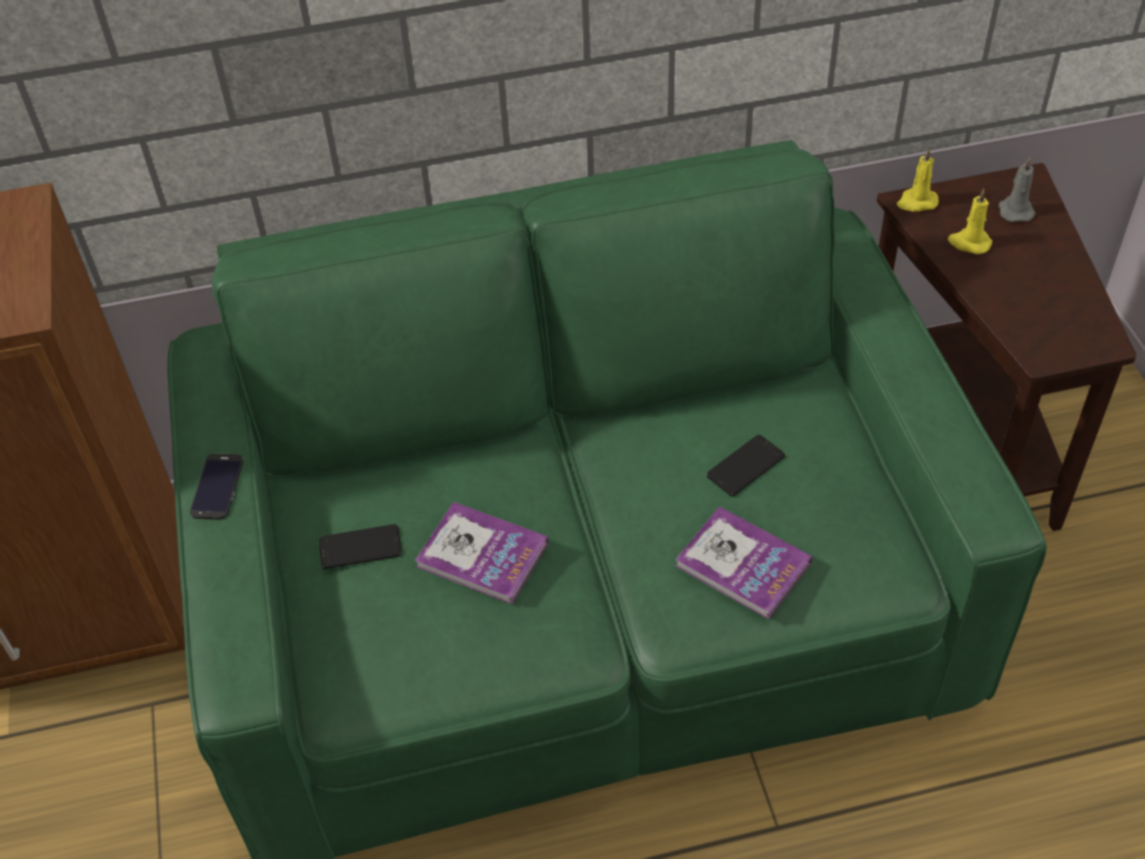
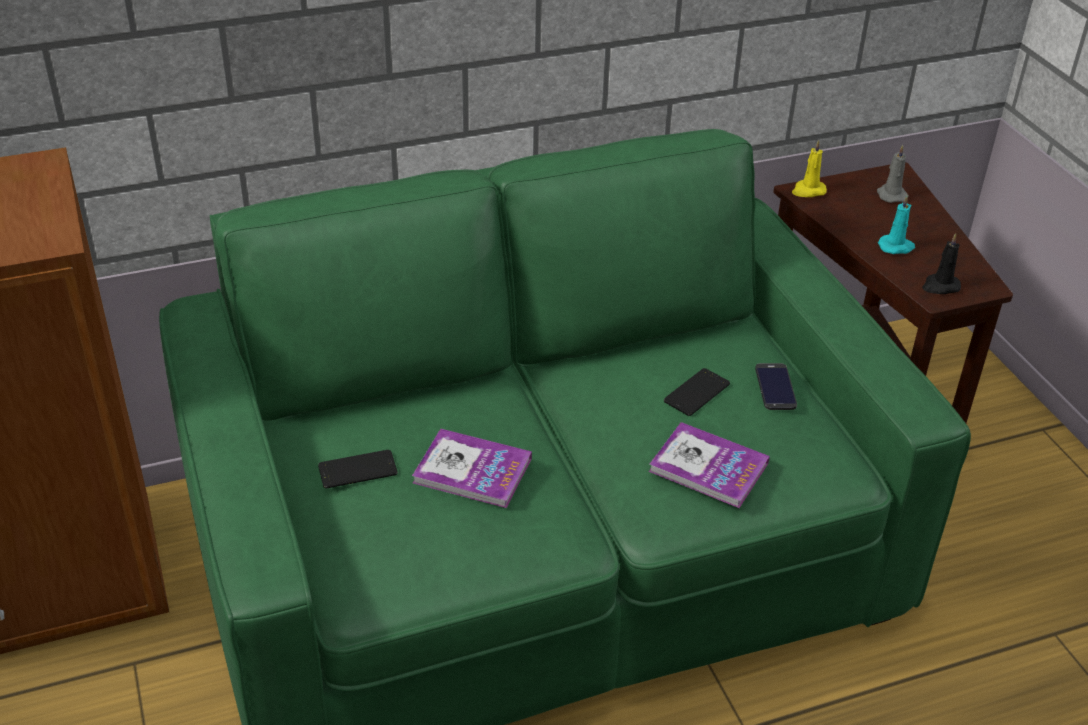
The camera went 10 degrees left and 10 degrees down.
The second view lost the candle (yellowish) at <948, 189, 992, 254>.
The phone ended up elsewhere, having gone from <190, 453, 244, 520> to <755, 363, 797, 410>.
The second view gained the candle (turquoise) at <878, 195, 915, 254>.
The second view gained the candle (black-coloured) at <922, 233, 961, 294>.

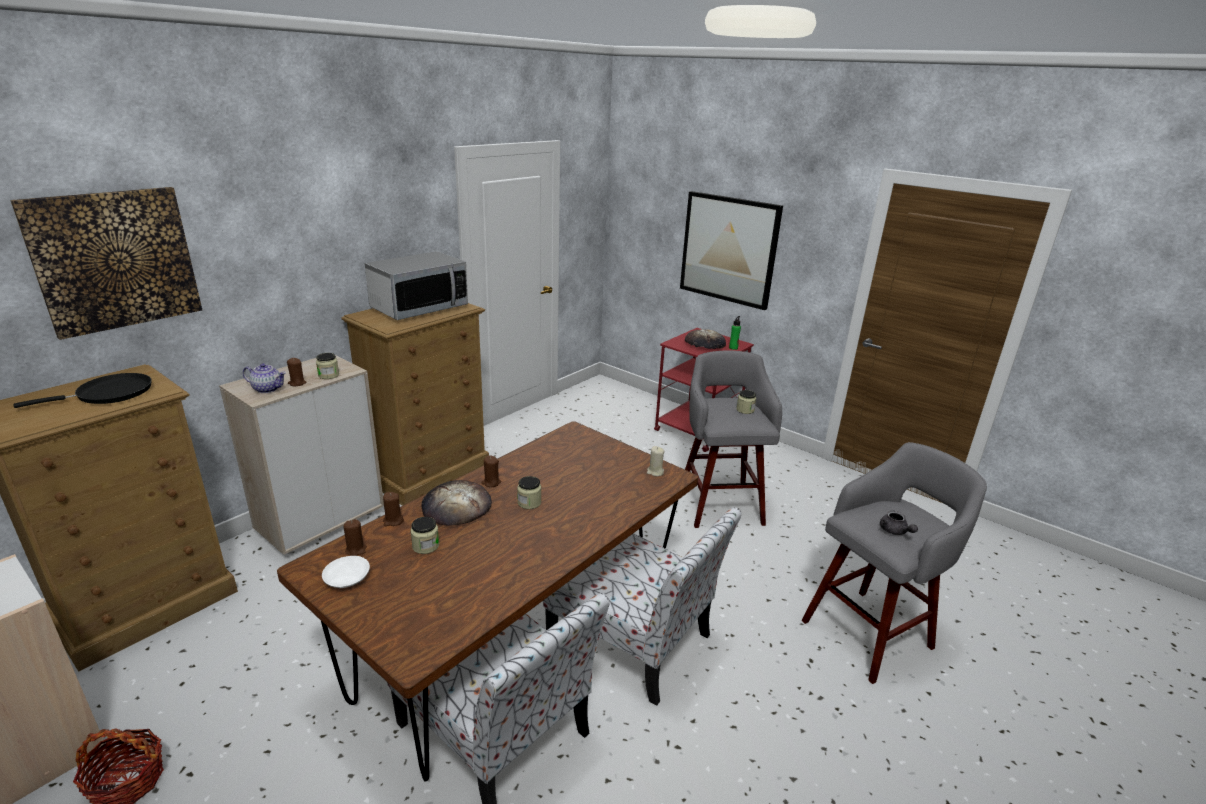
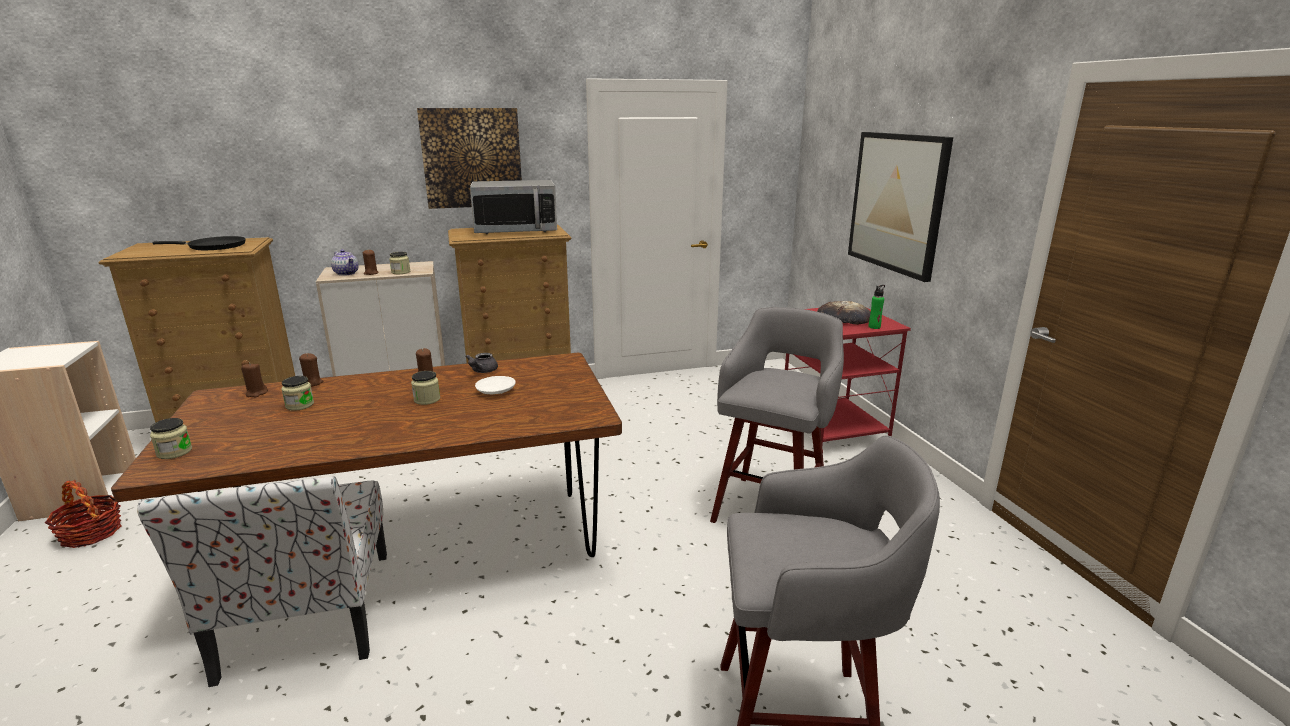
The camera went 35 degrees right and 5 degrees down.
The wall art ended up elsewhere, having gone from <10, 187, 202, 340> to <417, 108, 522, 209>.
The preserve jar ended up elsewhere, having gone from <736, 390, 756, 414> to <150, 418, 192, 459>.
The second view lost the candle (sand-coloured) at <647, 446, 665, 476>.
The second view lost the bakery bread at <421, 480, 492, 526>.
The second view lost the upright chair at <543, 507, 742, 706>.
The teapot (grey) ended up elsewhere, having gone from <880, 511, 918, 535> to <465, 353, 498, 373>.
The dinner plate (whitish) ended up elsewhere, having gone from <322, 556, 370, 588> to <475, 376, 516, 395>.

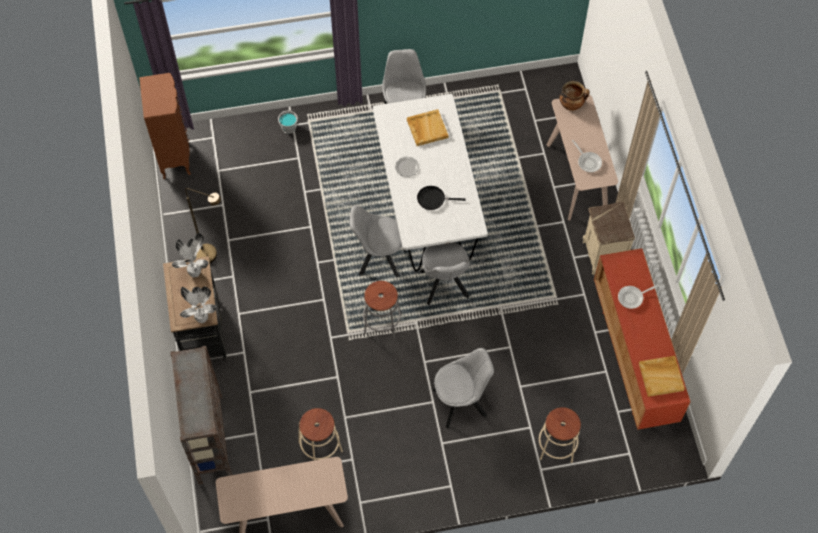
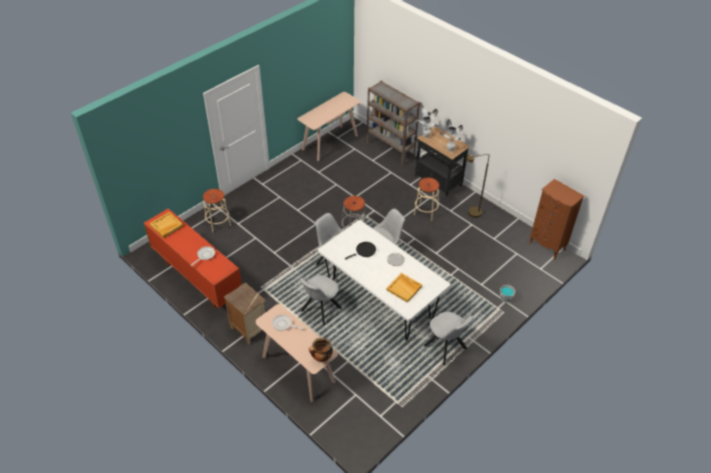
The camera went 145 degrees right and 15 degrees down.
The upright chair (grey) ended up elsewhere, having gone from <433, 348, 494, 428> to <300, 275, 342, 326>.
The stool (sand-coloured) ended up elsewhere, having gone from <298, 408, 343, 461> to <414, 178, 439, 220>.

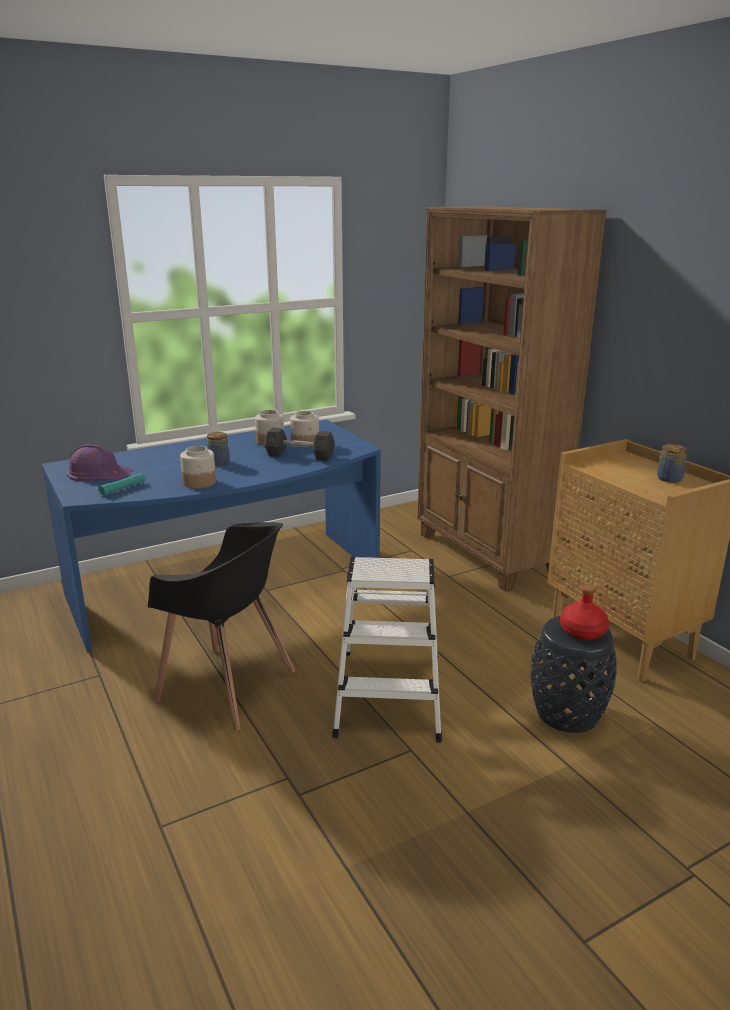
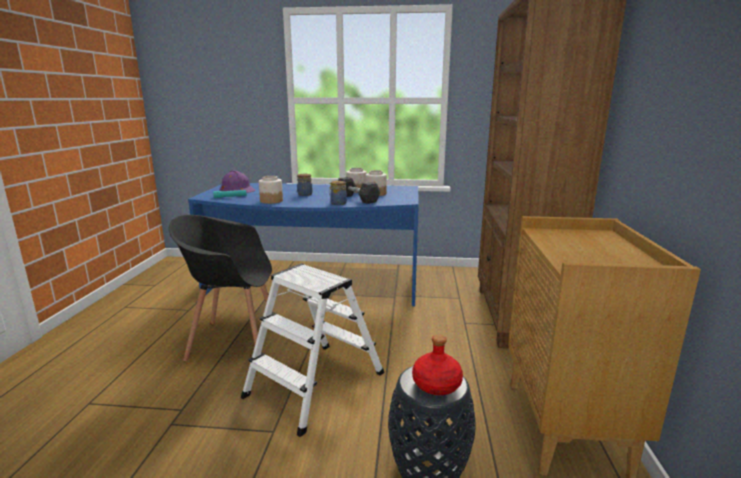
The camera went 35 degrees right and 5 degrees down.
The preserve jar ended up elsewhere, having gone from <657, 444, 687, 483> to <329, 181, 347, 205>.
The upright chair (black-coloured) at <148, 522, 295, 731> ended up facing another way, 120 degrees clockwise from before.

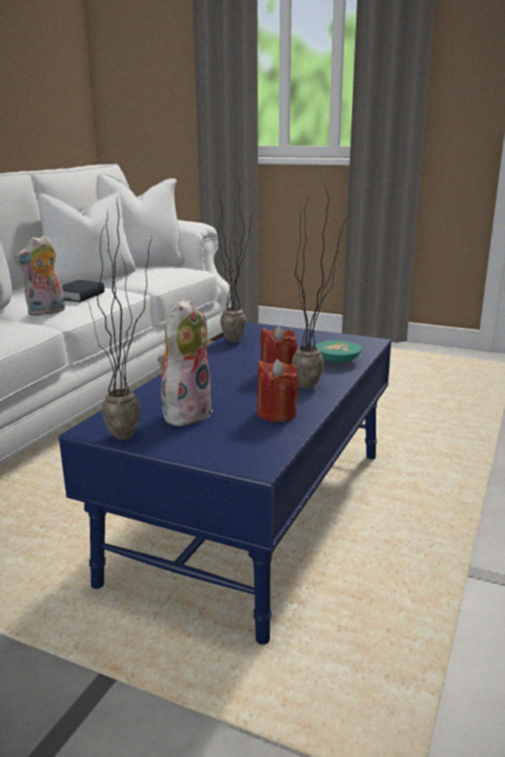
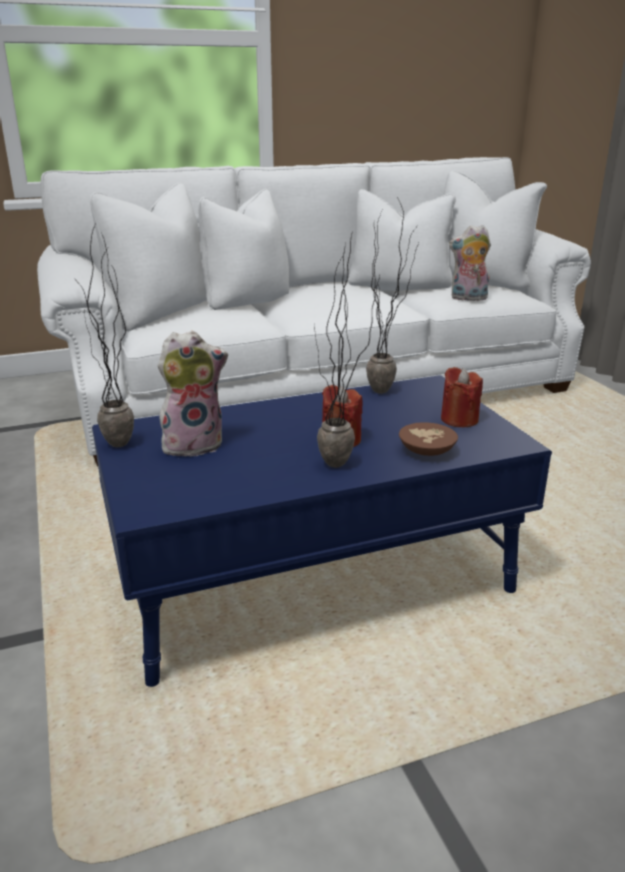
The camera went 45 degrees right and 5 degrees up.
The soft toy ended up elsewhere, having gone from <14, 235, 65, 316> to <449, 225, 491, 301>.
The second view lost the bound book at <62, 280, 105, 302>.
What was the deep dish (turquoise) at <315, 340, 362, 363> turned into the deep dish (brown-coloured) at <399, 422, 458, 456>.
The candle (red) ended up elsewhere, having gone from <257, 359, 299, 422> to <441, 367, 483, 427>.

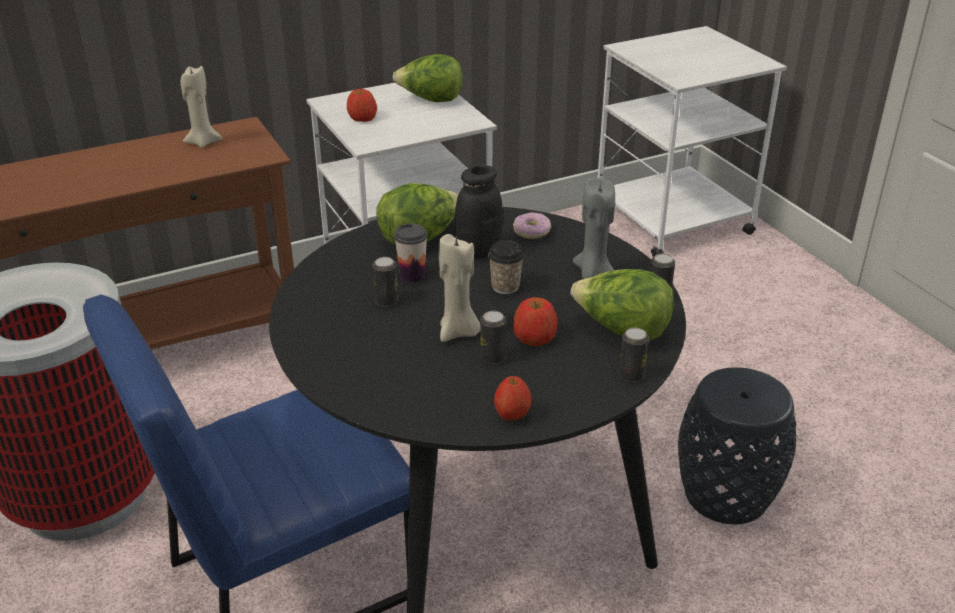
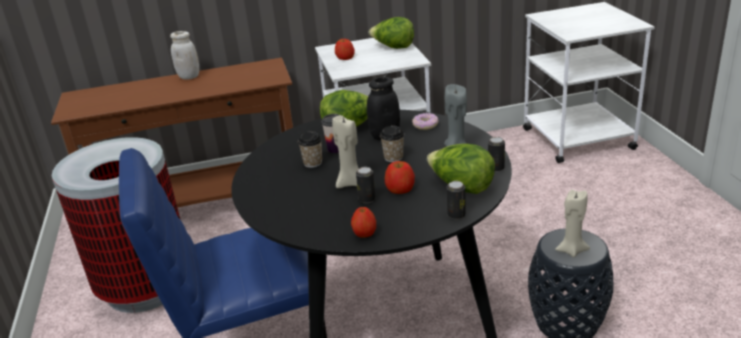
The camera went 15 degrees right and 5 degrees down.
The candle (sand-coloured) ended up elsewhere, having gone from <181, 66, 223, 148> to <555, 190, 590, 257>.
Where the metal can stood at <373, 257, 398, 306>, the cup came to stand at <298, 131, 322, 168>.
The second view gained the preserve jar (whitish) at <170, 31, 199, 80>.

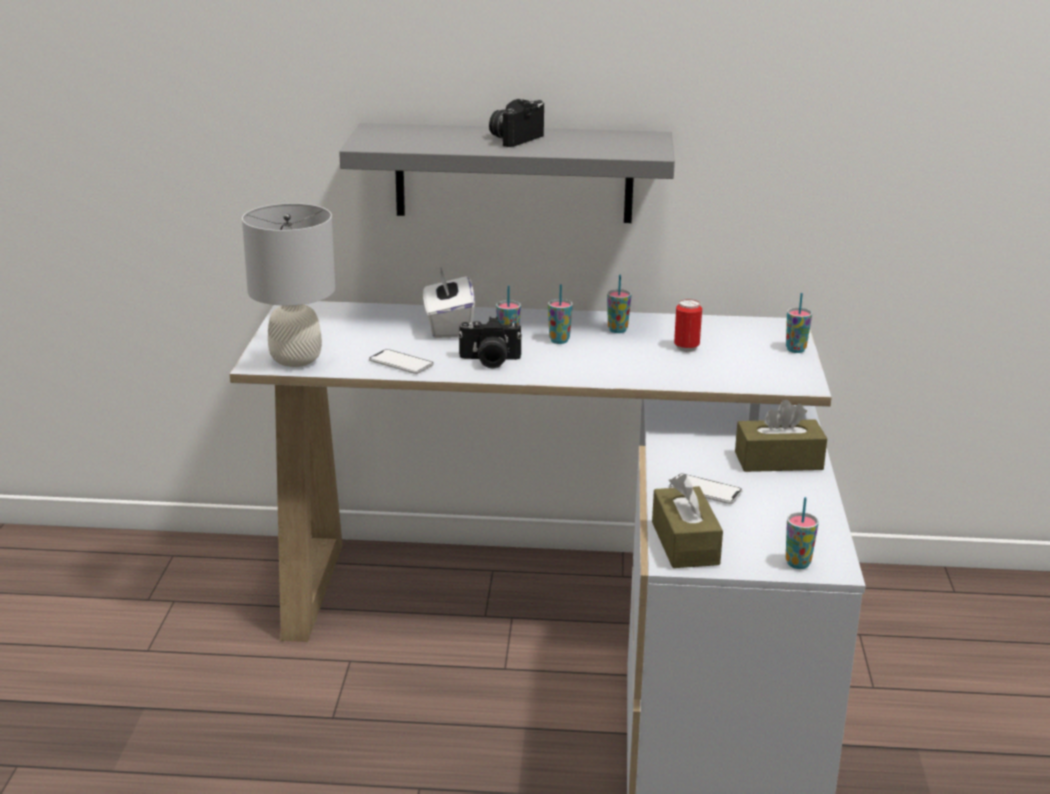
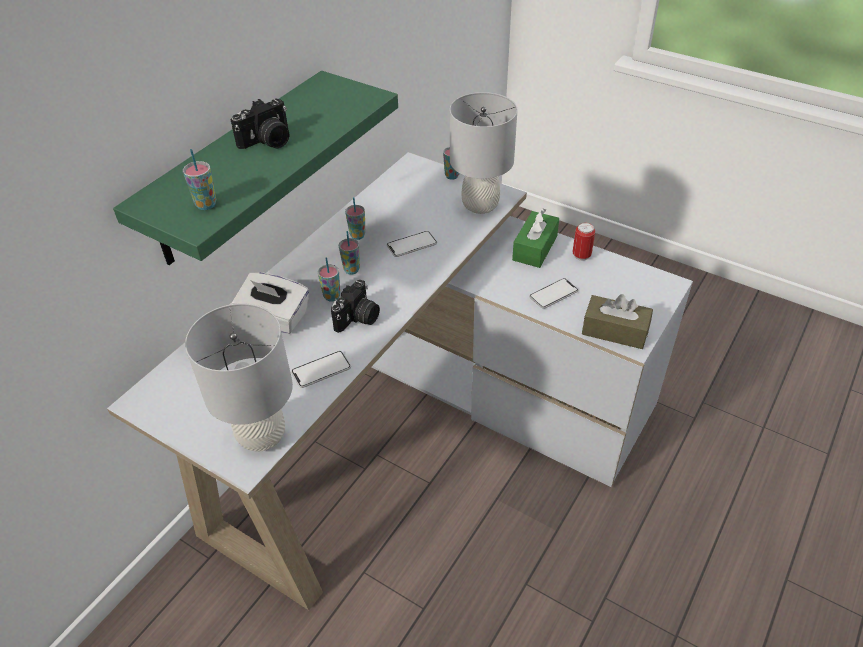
The camera went 60 degrees left and 20 degrees up.
The photo camera at <489, 99, 544, 147> ended up facing another way, 105 degrees counterclockwise from before.
What was the shelf (grey) at <339, 123, 675, 223> turned into the shelf (greenish) at <113, 71, 398, 265>.
The metal can ended up elsewhere, having gone from <674, 299, 702, 352> to <572, 223, 595, 261>.
What was the box of tissues (brown-coloured) at <735, 400, 827, 472> turned into the box of tissues (greenish) at <512, 208, 559, 268>.
The cup ended up elsewhere, having gone from <786, 497, 819, 569> to <183, 149, 216, 210>.
The second view gained the tabletop lamp (grey) at <450, 92, 517, 214>.
The second view gained the phone at <387, 231, 437, 257>.

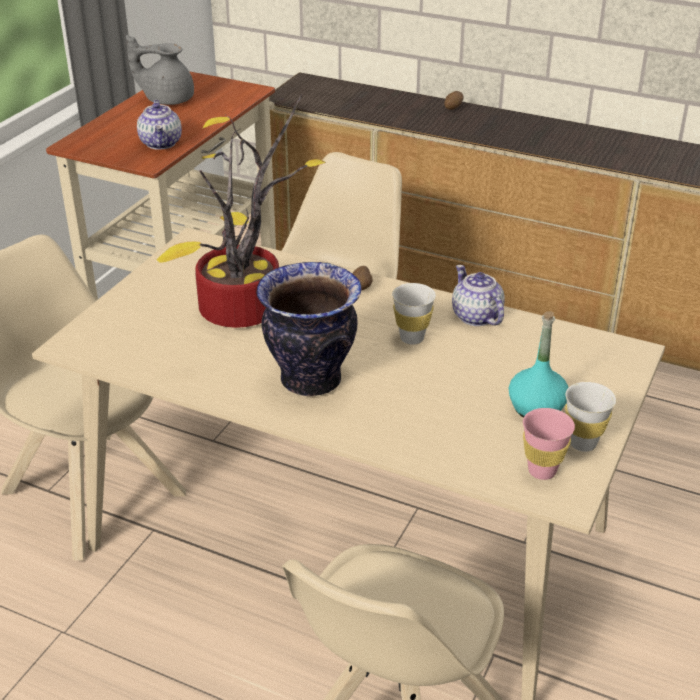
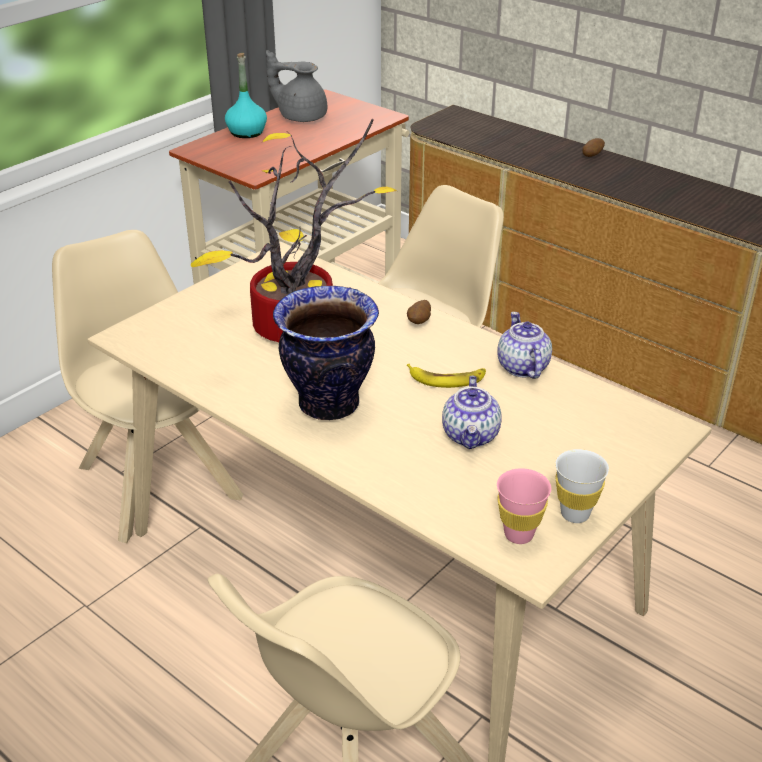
The camera went 15 degrees right and 0 degrees up.
The teapot ended up elsewhere, having gone from <137, 100, 182, 149> to <442, 376, 502, 449>.
Where the cup (whitish) stood at <392, 283, 436, 345>, the banana fruit came to stand at <407, 364, 486, 388>.
The drink bottle (turquoise) ended up elsewhere, having gone from <509, 311, 569, 418> to <225, 53, 267, 138>.

